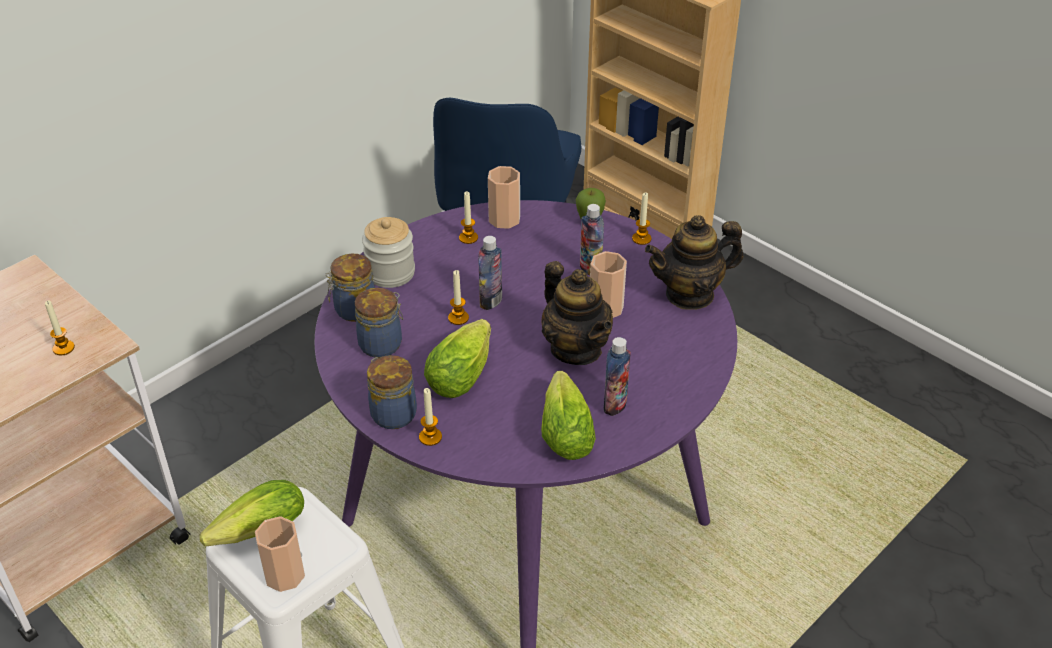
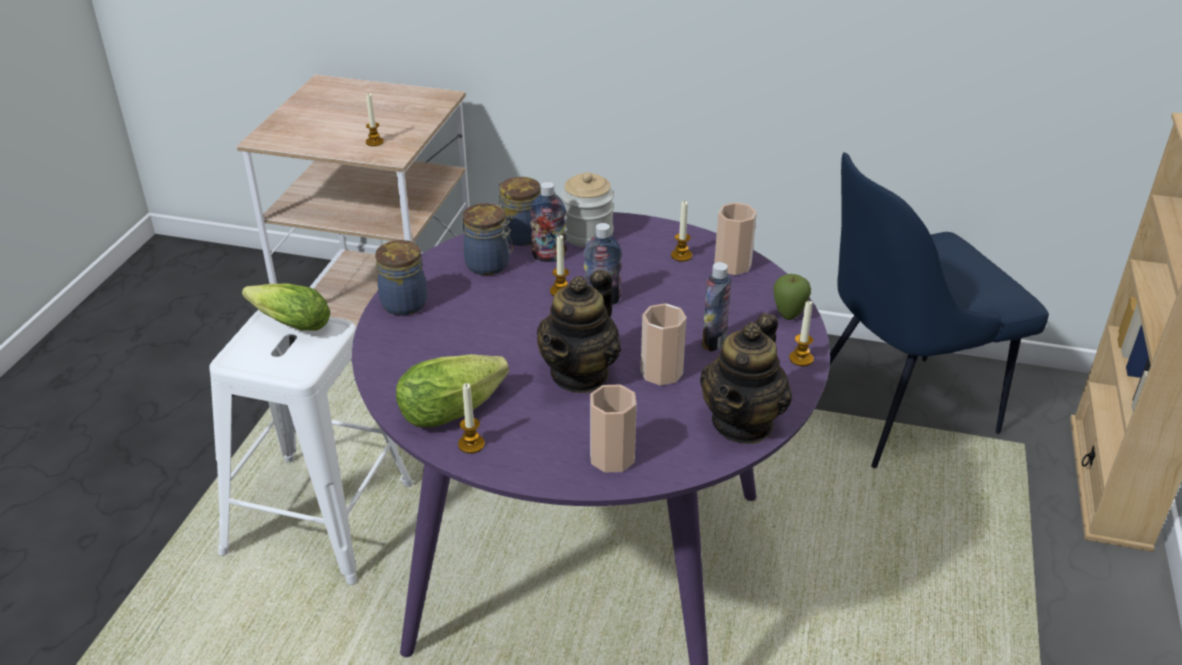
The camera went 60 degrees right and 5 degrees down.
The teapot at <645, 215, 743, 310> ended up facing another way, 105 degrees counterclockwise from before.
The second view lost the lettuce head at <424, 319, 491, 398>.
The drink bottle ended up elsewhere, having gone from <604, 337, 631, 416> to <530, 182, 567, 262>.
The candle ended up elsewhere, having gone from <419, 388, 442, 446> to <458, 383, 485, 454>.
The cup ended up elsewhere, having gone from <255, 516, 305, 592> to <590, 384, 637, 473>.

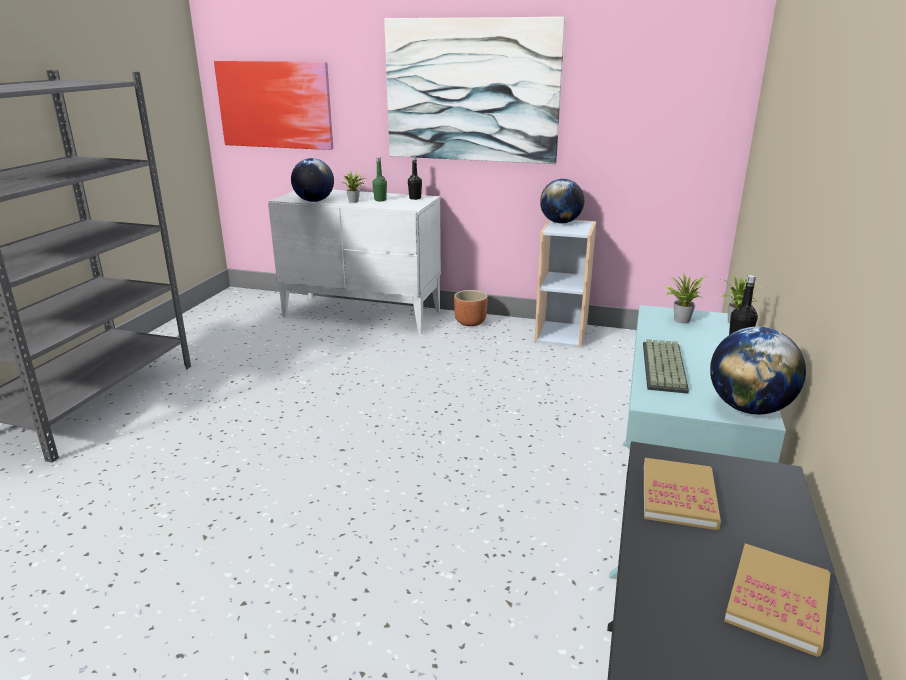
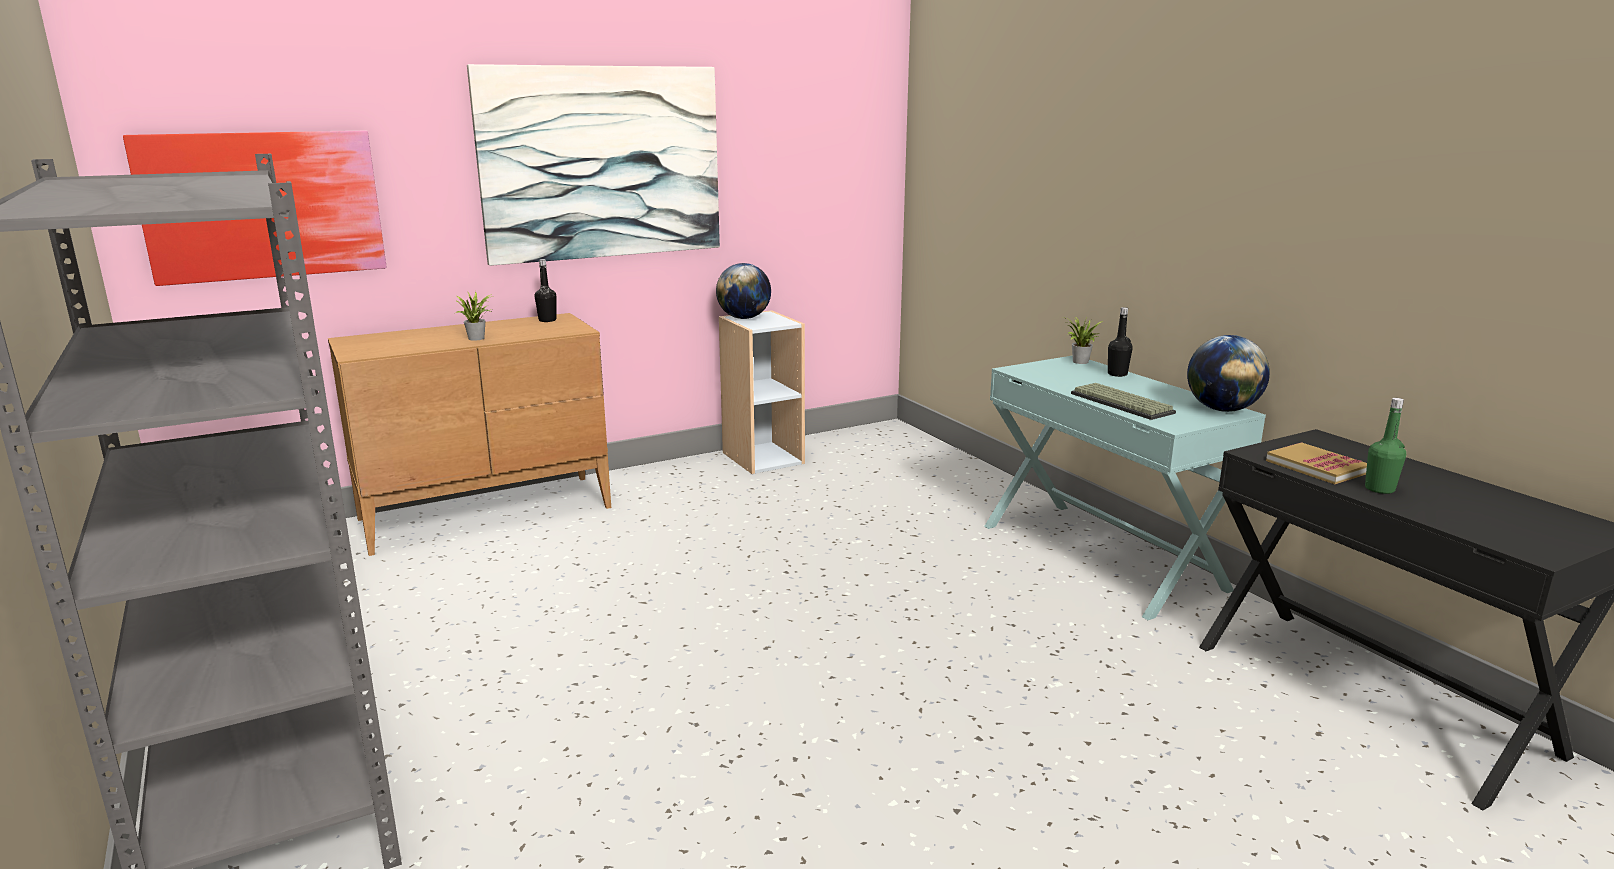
The camera went 45 degrees left and 5 degrees down.
The drink bottle (greenish) ended up elsewhere, having gone from <372, 157, 387, 201> to <1365, 398, 1406, 494>.
The second view lost the desk globe at <291, 158, 334, 202>.
What was the storage cabinet (whitish) at <268, 190, 441, 333> turned into the storage cabinet (brown-coloured) at <328, 313, 611, 556>.
The second view lost the potted plant at <663, 273, 706, 323>.
The second view lost the planter (brown-coloured) at <454, 290, 488, 326>.
The second view lost the bound book at <724, 544, 830, 657>.

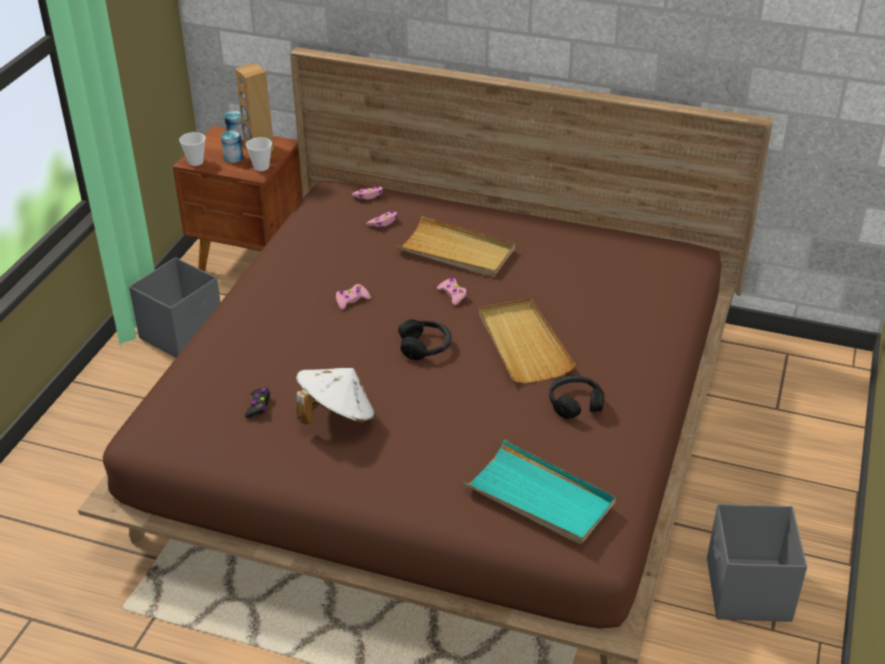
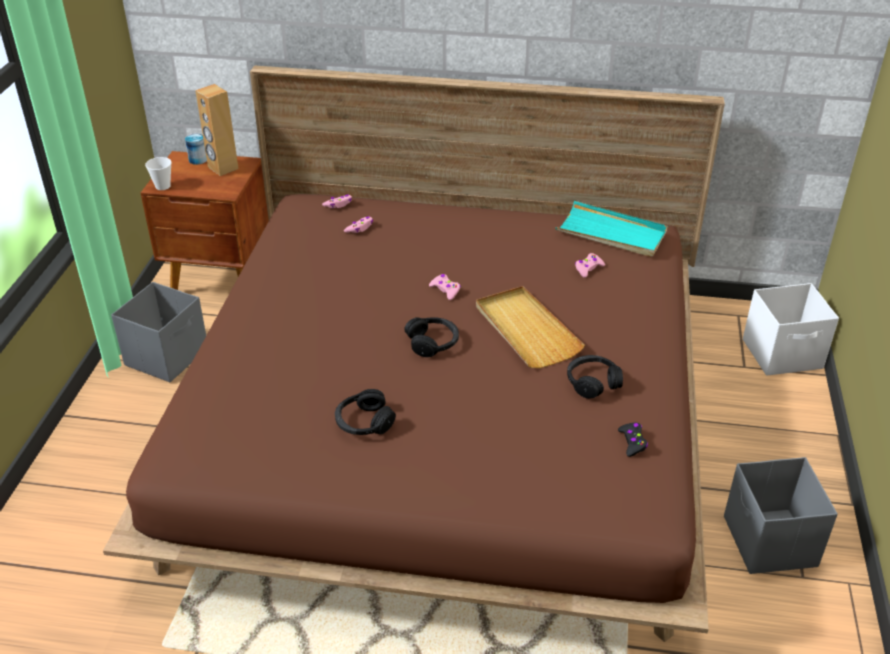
The camera went 10 degrees left and 0 degrees up.
The second view lost the metal can at <221, 130, 243, 163>.
The second view lost the cup at <246, 137, 272, 171>.
The second view lost the carrying tray (sand-coloured) at <396, 216, 515, 277>.
The joypad (pink) ended up elsewhere, having gone from <335, 284, 371, 310> to <575, 253, 605, 278>.
Where the clothing hat (whitish) stood at <296, 368, 375, 424>, the headphones (black-coloured) came to stand at <335, 389, 396, 435>.
The joypad (black-coloured) ended up elsewhere, having gone from <245, 388, 271, 418> to <618, 423, 648, 457>.
The carrying tray (turquoise) ended up elsewhere, having gone from <463, 440, 616, 544> to <556, 201, 668, 257>.
The second view gained the storage container (whitish) at <743, 283, 839, 376>.

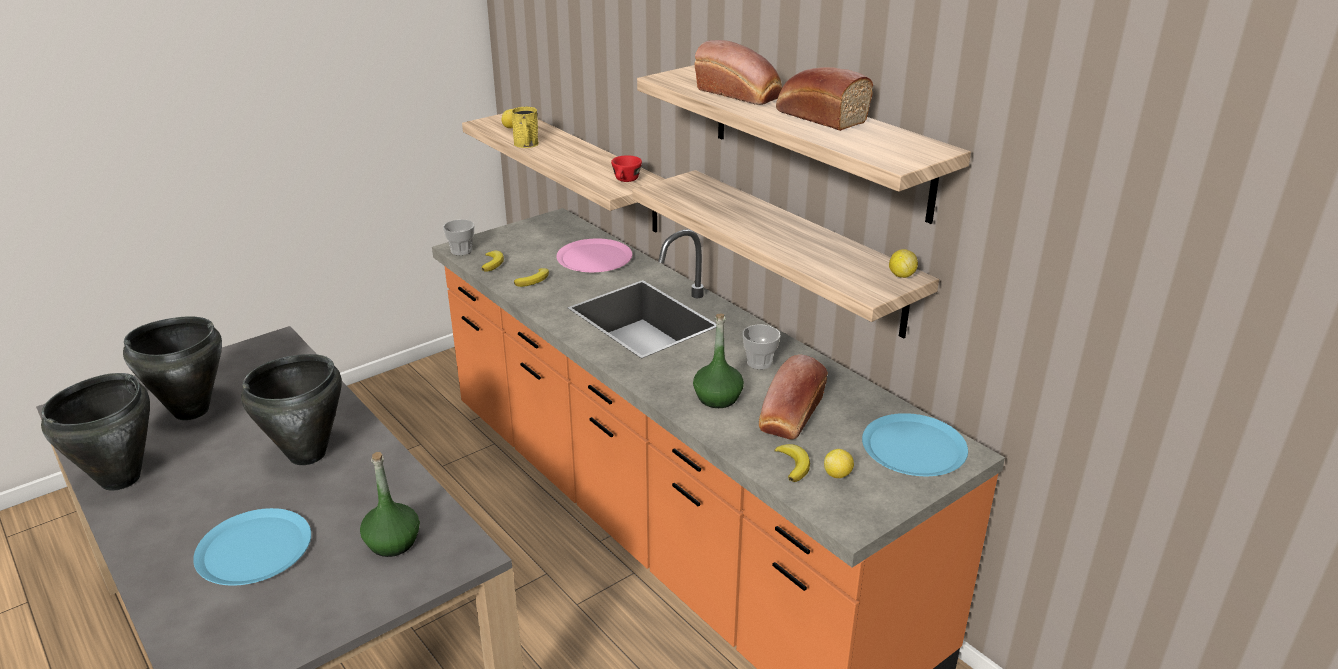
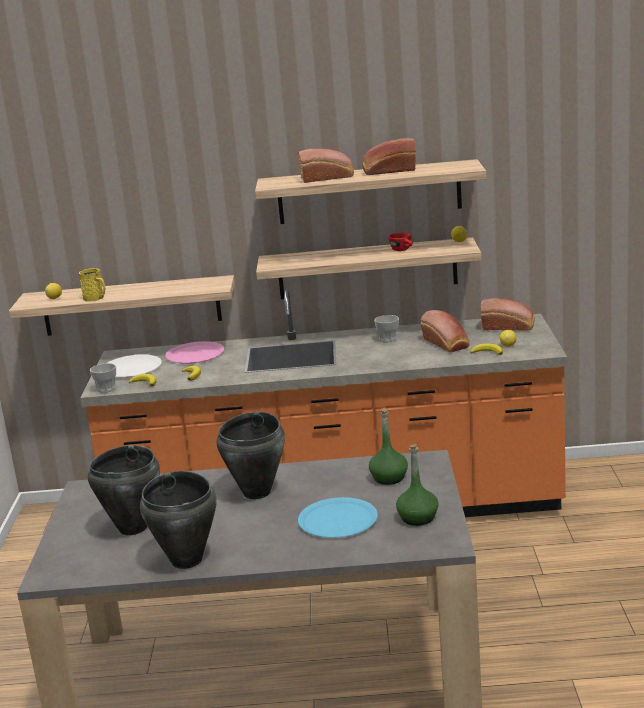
The camera went 50 degrees left and 10 degrees down.
The cup (red) ended up elsewhere, having gone from <611, 155, 642, 182> to <388, 233, 413, 251>.
The drink bottle (greenish) ended up elsewhere, having gone from <693, 314, 744, 408> to <396, 444, 439, 526>.
Where the dinner plate (blue) stood at <862, 413, 968, 476>, the bakery bread came to stand at <481, 298, 535, 330>.
The second view gained the dinner plate (whitish) at <108, 354, 162, 378>.

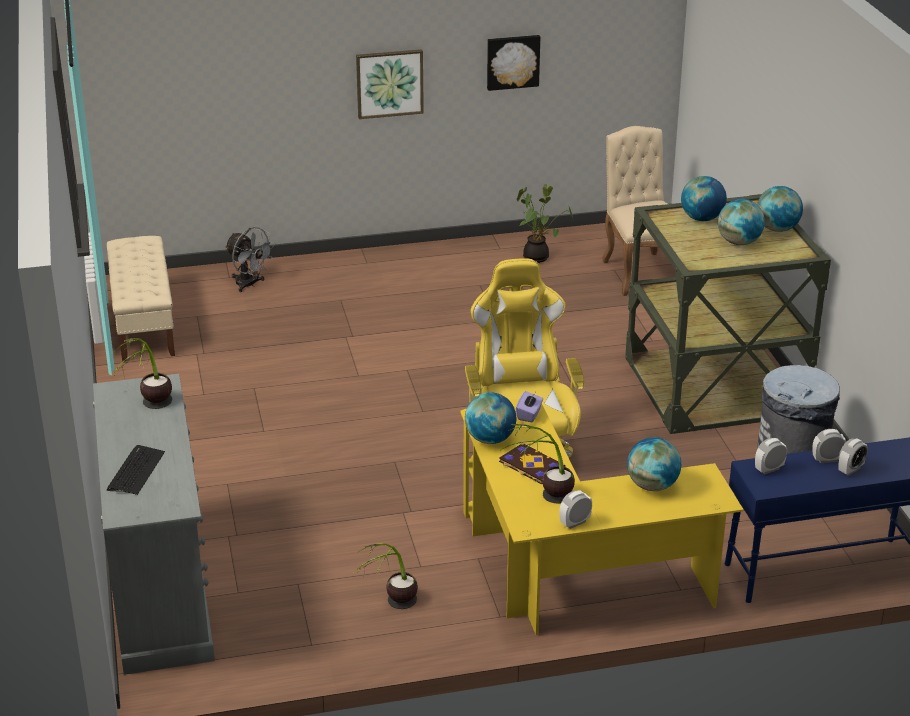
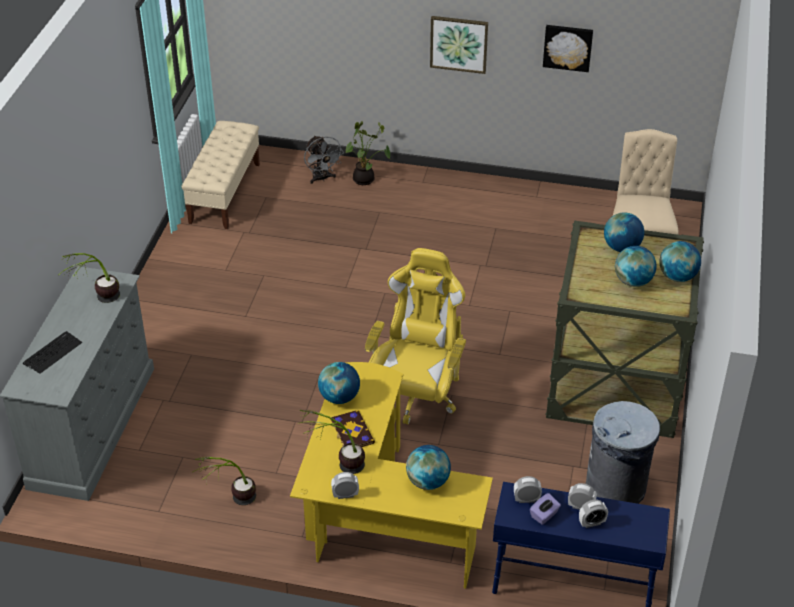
The camera went 25 degrees right and 10 degrees up.
The potted plant ended up elsewhere, having gone from <517, 184, 574, 263> to <345, 121, 390, 185>.
The box of tissues (purple) ended up elsewhere, having gone from <516, 391, 543, 422> to <530, 493, 561, 525>.

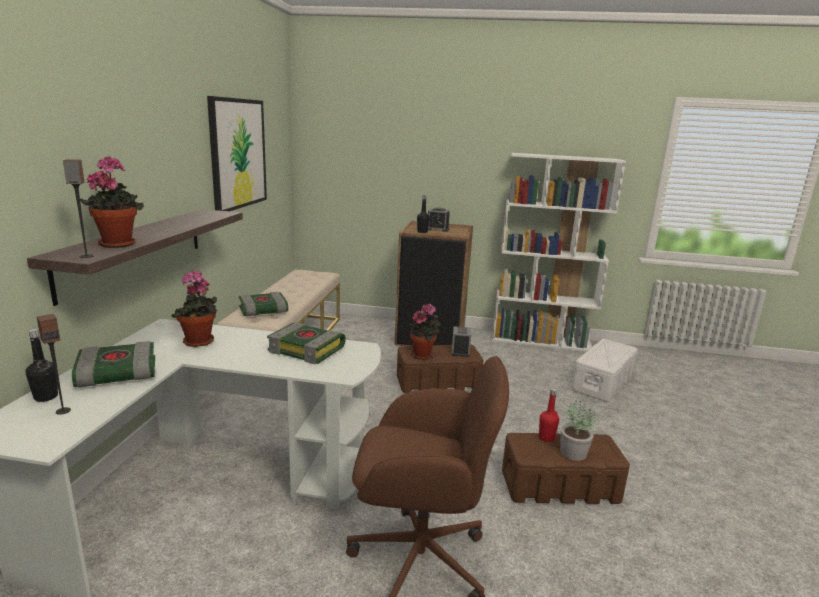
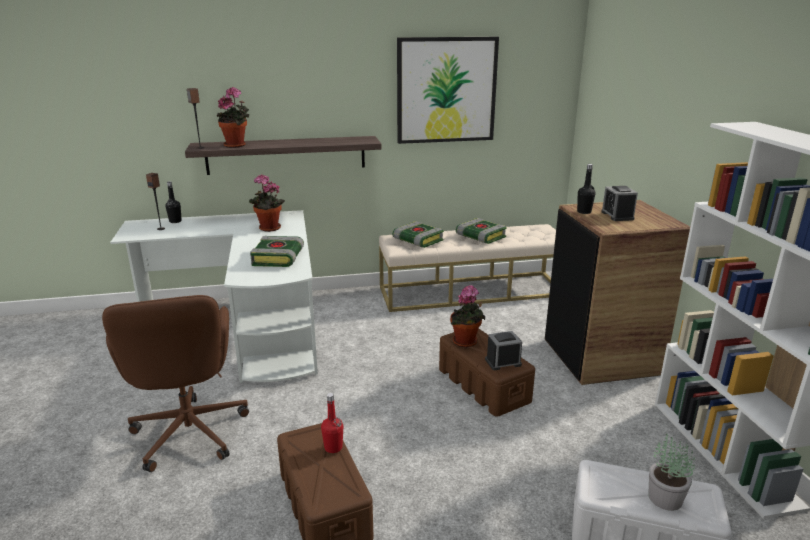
The camera went 70 degrees right and 5 degrees up.
The bound book ended up elsewhere, having gone from <72, 341, 155, 387> to <456, 218, 507, 244>.
The potted plant ended up elsewhere, having gone from <560, 400, 595, 461> to <649, 434, 695, 511>.

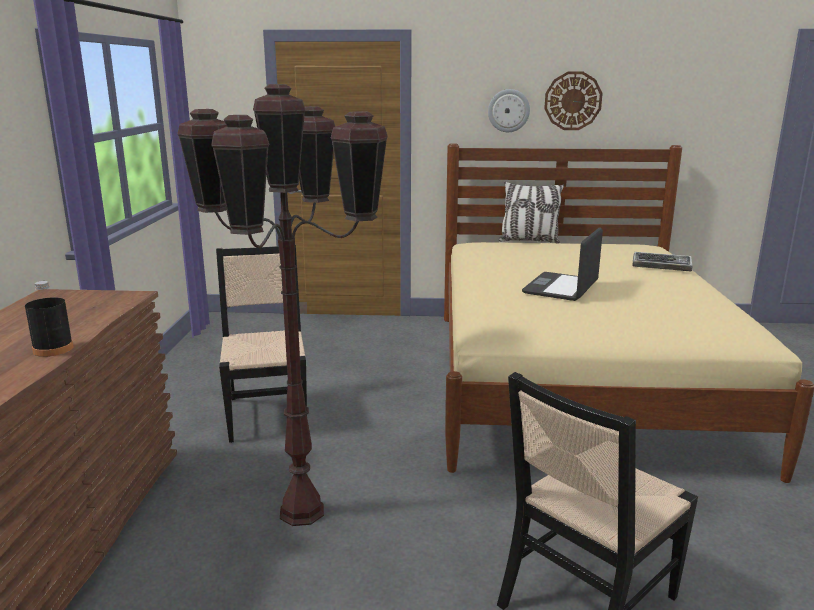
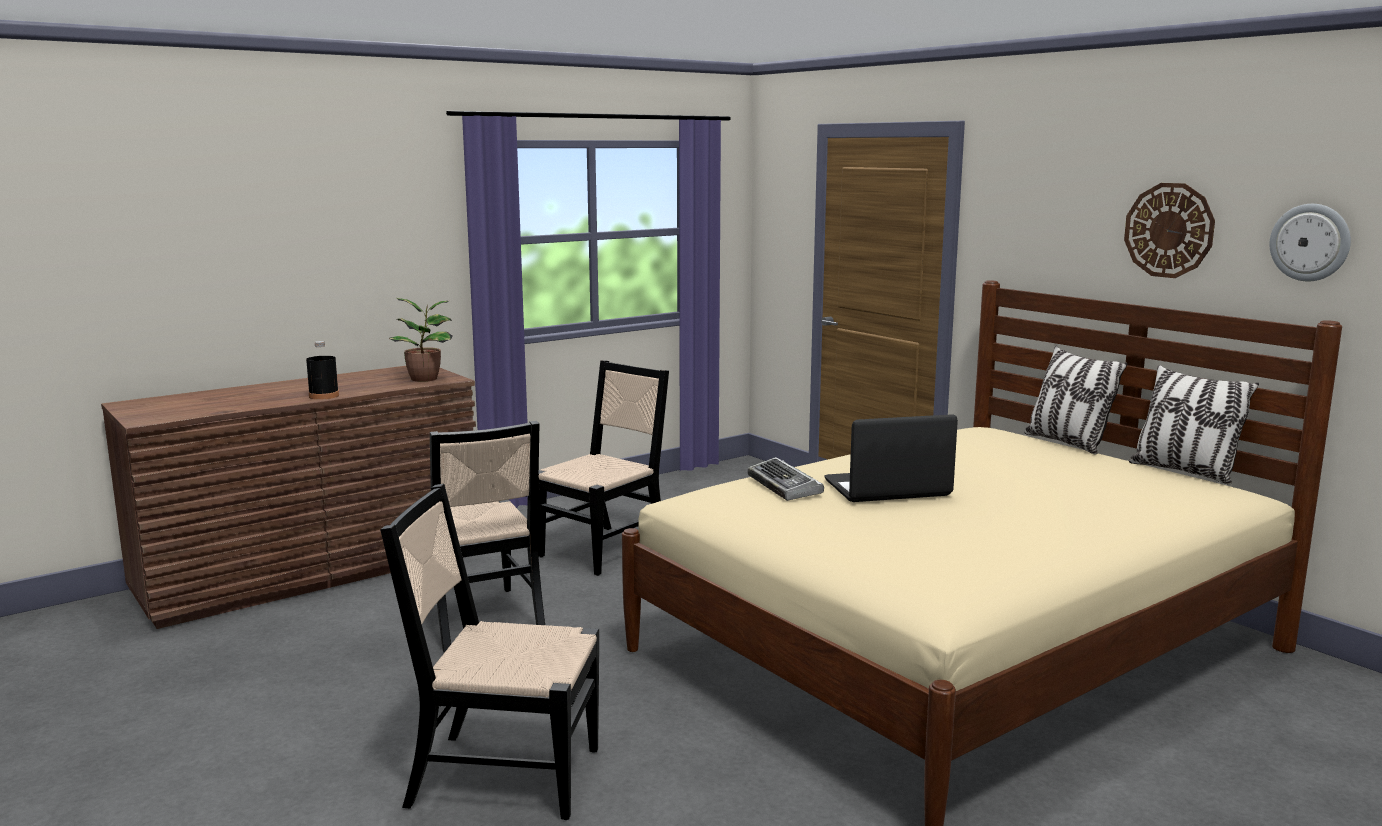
The camera went 50 degrees right and 5 degrees down.
Where the standard lamp (brown-coloured) stood at <177, 84, 388, 526>, the upright chair came to stand at <430, 421, 545, 653>.
The wall clock ended up elsewhere, having gone from <488, 89, 530, 132> to <1270, 204, 1351, 281>.
The computer keyboard ended up elsewhere, having gone from <632, 252, 692, 272> to <748, 457, 824, 501>.
The second view gained the potted plant at <389, 298, 452, 382>.
The second view gained the throw pillow at <1129, 365, 1259, 485>.

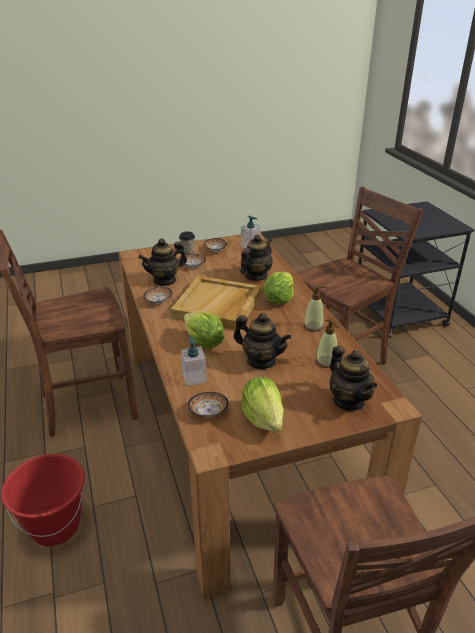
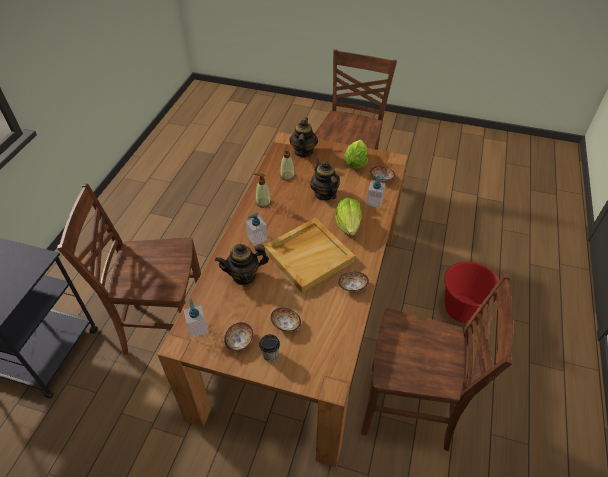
The camera went 145 degrees left and 15 degrees up.
The second view lost the teapot at <138, 238, 187, 286>.
Where the lettuce head stood at <262, 272, 294, 304>, the soap bottle came to stand at <246, 213, 268, 246>.

